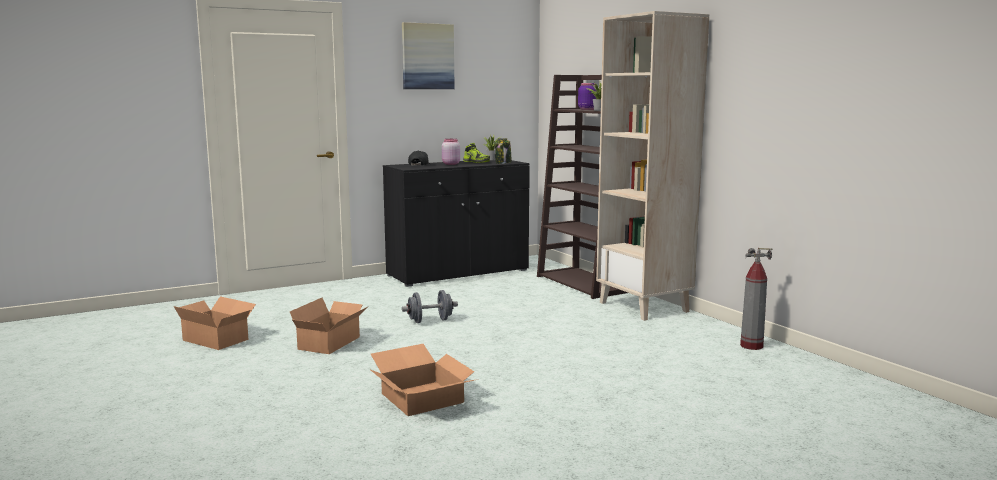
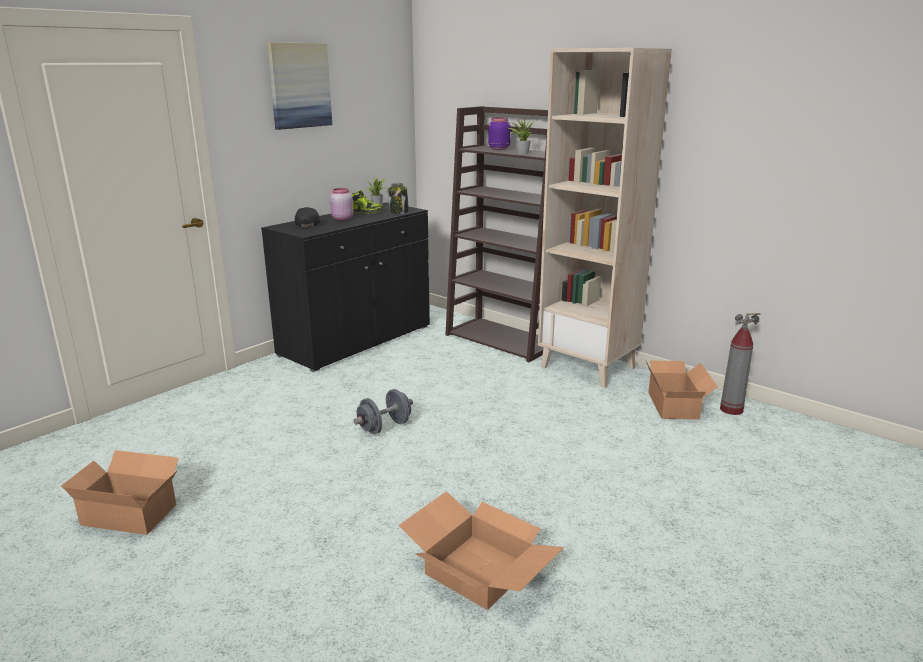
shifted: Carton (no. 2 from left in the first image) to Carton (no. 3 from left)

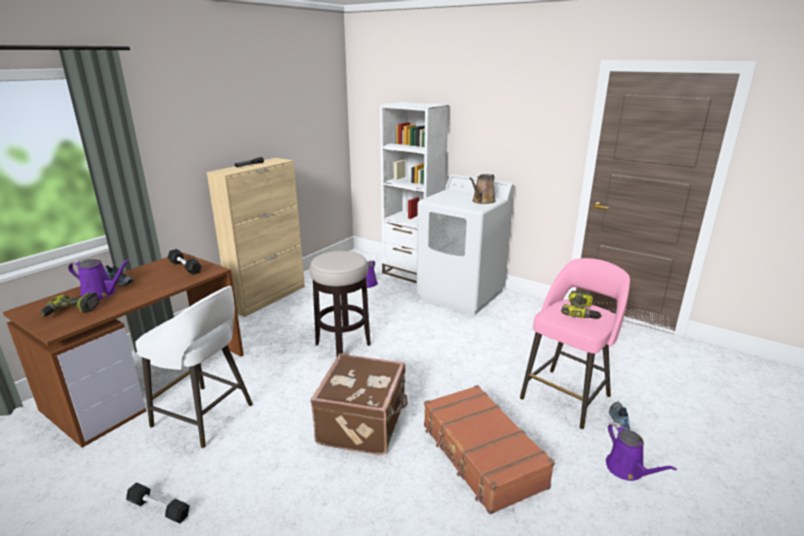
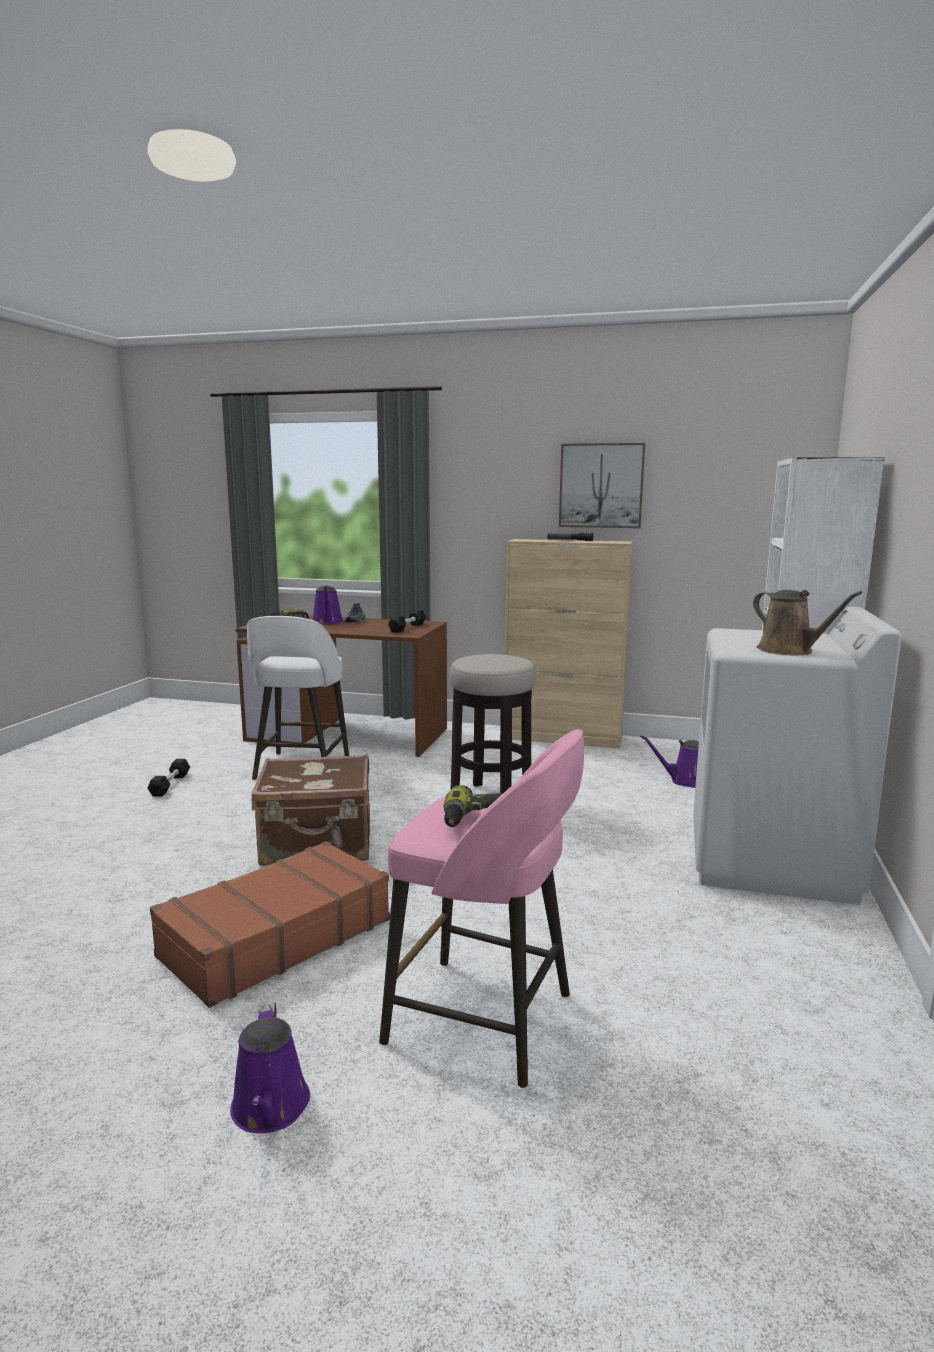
gone: LowShoe (no. 2 from left)
new: WallPicture
rotated: BrownSprinklingCan 135 degrees counterclockwise; PurplishSprinklingCan (no. 3 from left in the first image) 60 degrees counterclockwise

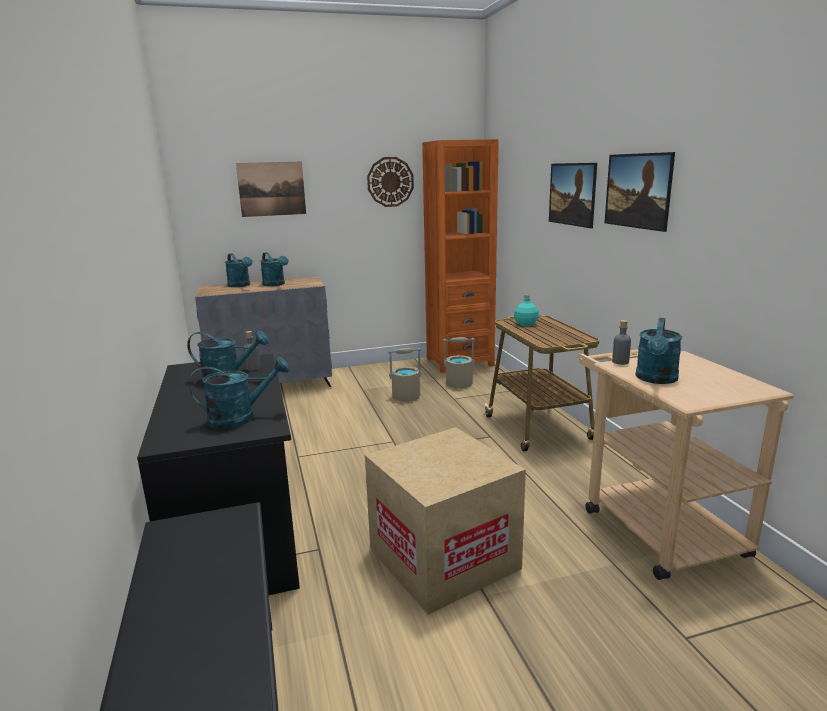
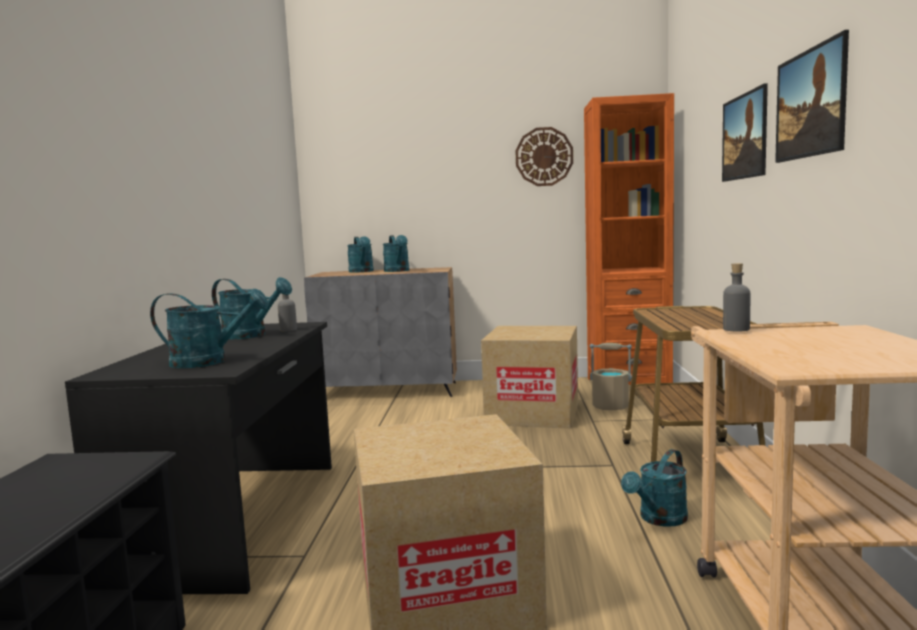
gone: WallPicture (no. 1 from left); TurquoiseColouredDrinkBottle
shifted: TurquoiseColouredSprinklingCan (no. 5 from left)
swapped: BeigeBucket (no. 1 from left) to Carton (no. 2 from left)

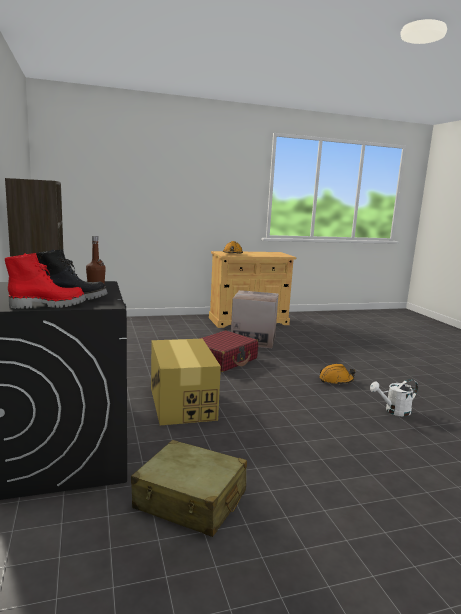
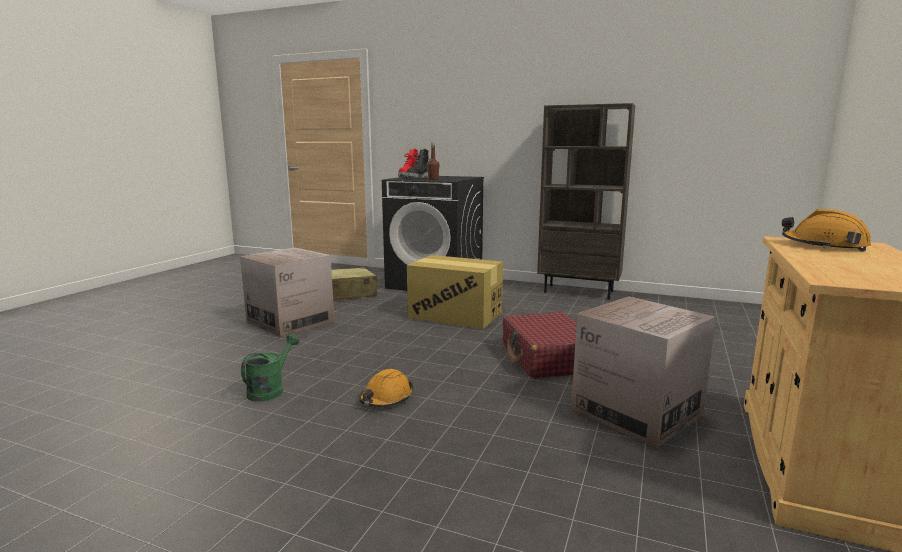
new: Carton (no. 1 from left)
repainted: WhiteColouredSprinklingCan to GreenColouredSprinklingCan

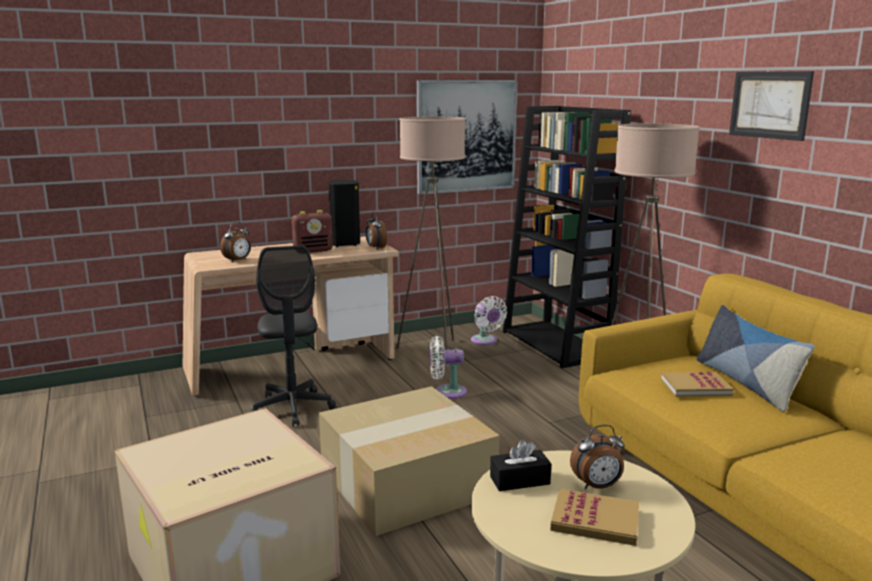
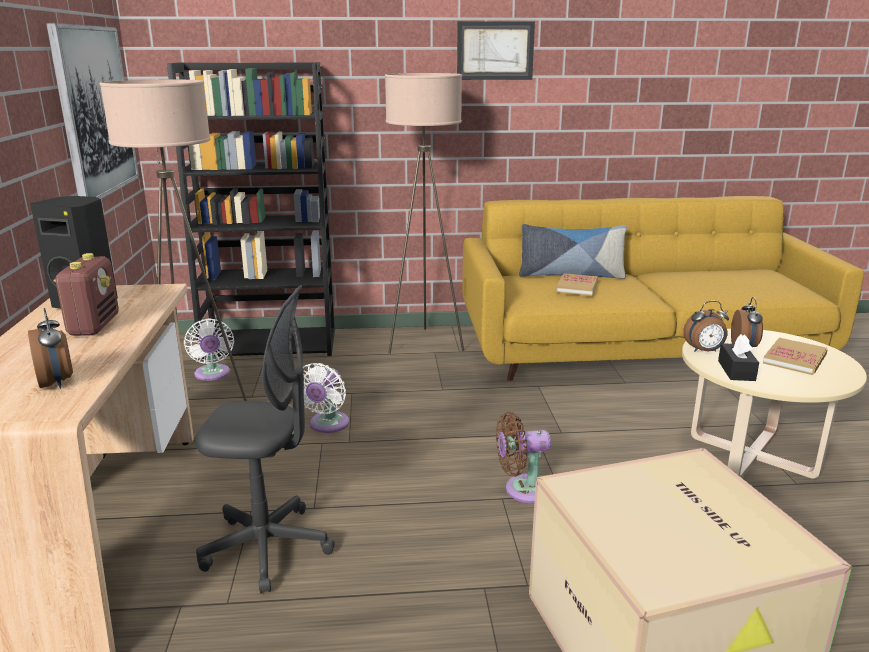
shifted: AlarmClock (no. 2 from left)
swapped: Carton (no. 2 from left) to BrownElectricFan
rotated: WhiteColouredElectricFan (no. 2 from left in the first image) 75 degrees clockwise

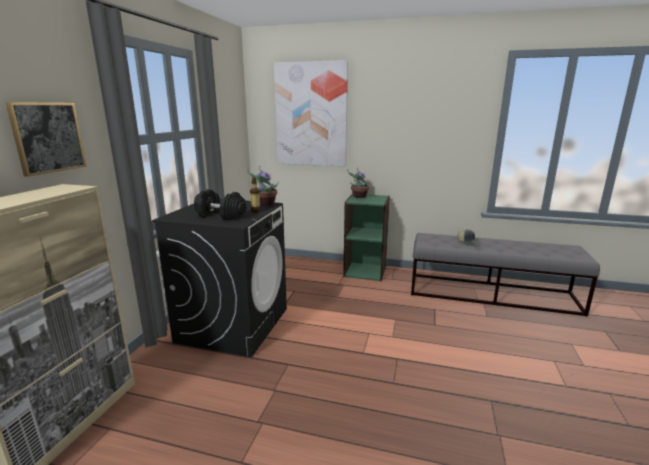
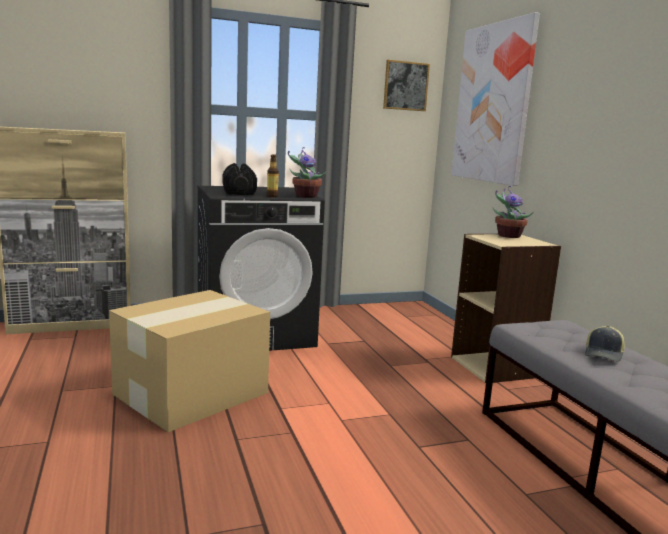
new: Carton
shifted: WallPicture (no. 1 from left)
repainted: GreenColouredShelvingUnit to BeigeShelvingUnit

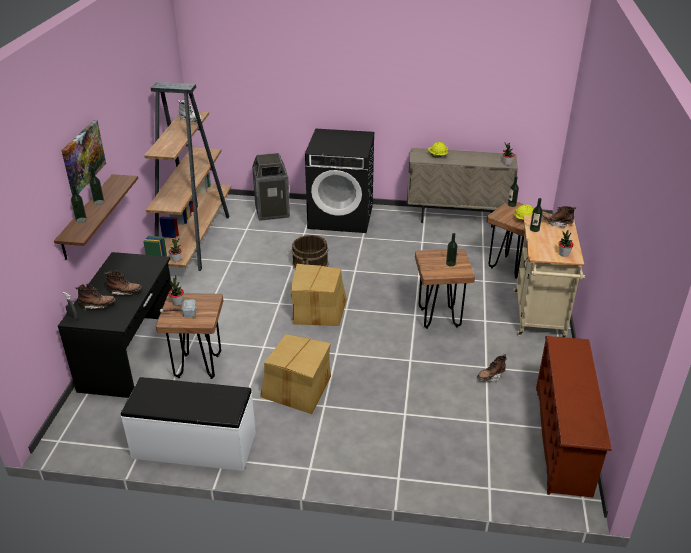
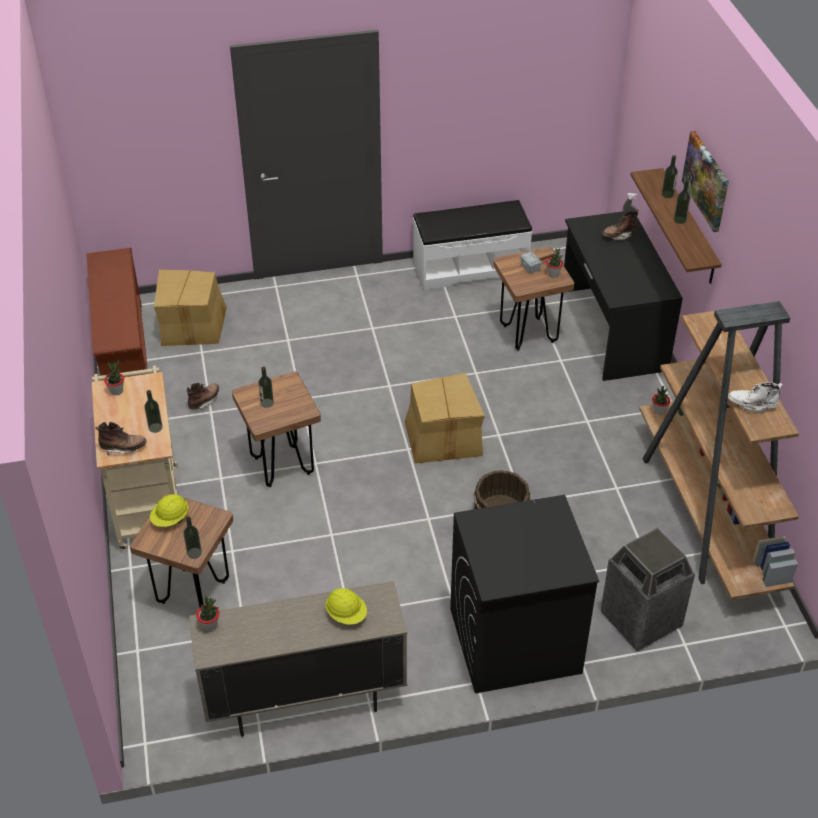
gone: BrownTallBoot (no. 2 from left)
shifted: Carton (no. 1 from left)

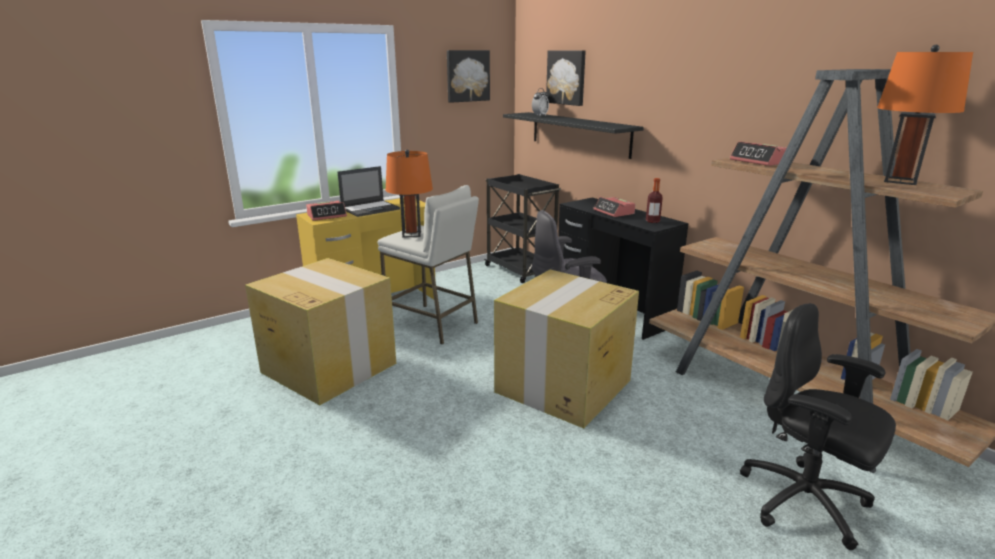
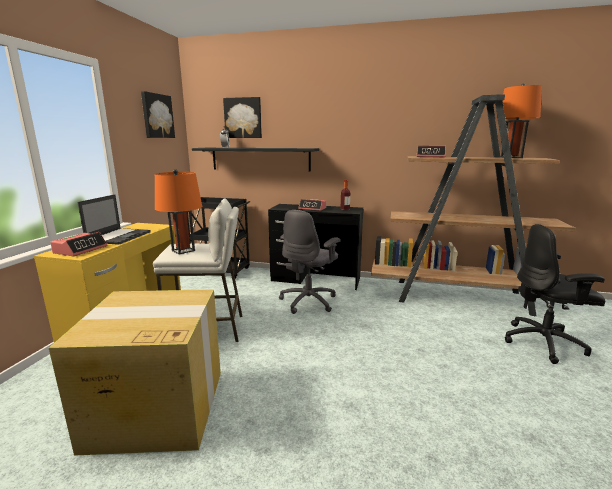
gone: Carton (no. 2 from left)

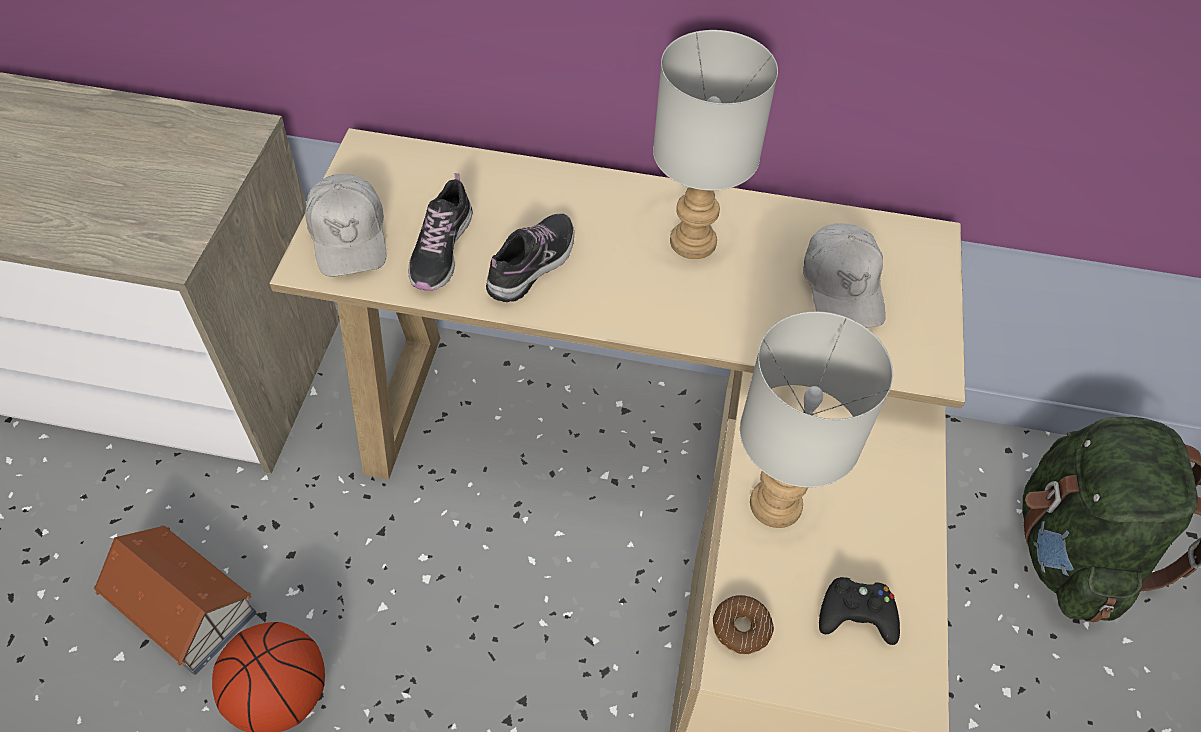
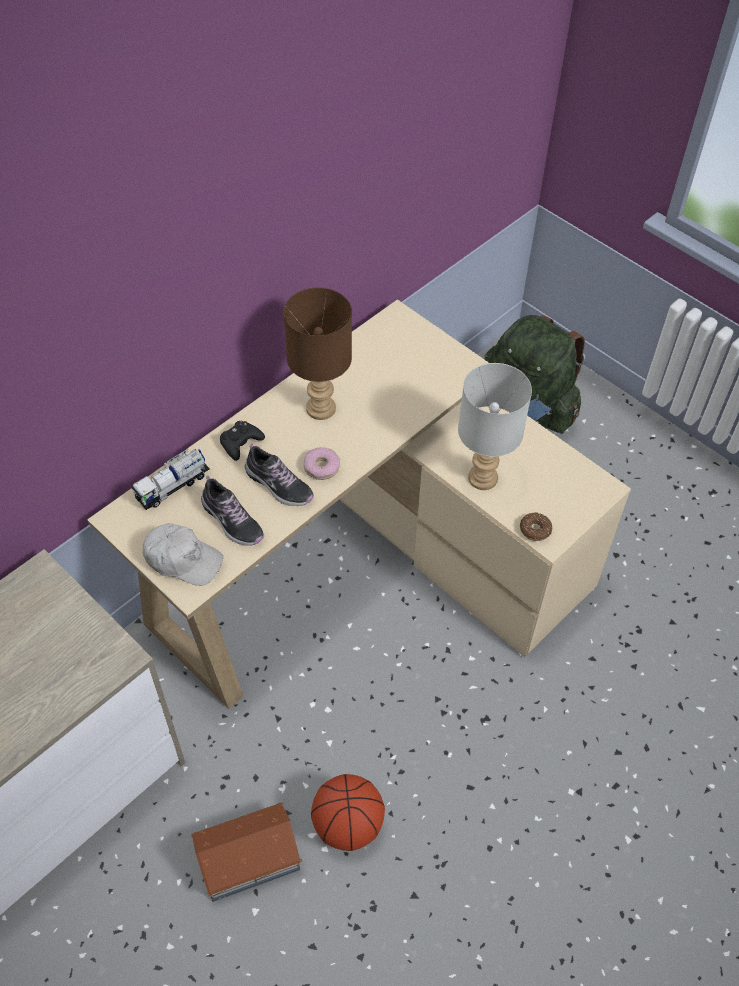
gone: WhiteColouredCap (no. 2 from left)
new: RingDoughnut (no. 1 from left); ModelTruck
shifted: BlackColouredGamepad
repainted: GrayTableLamp (no. 1 from left) to BrownTableLamp
rotated: LowShoe (no. 2 from left) 150 degrees clockwise

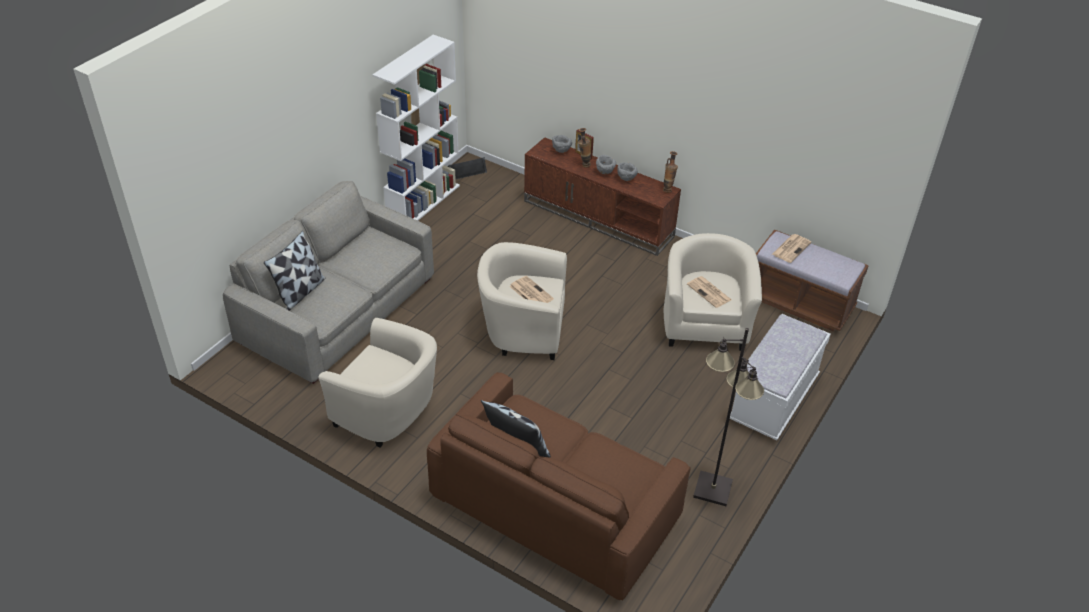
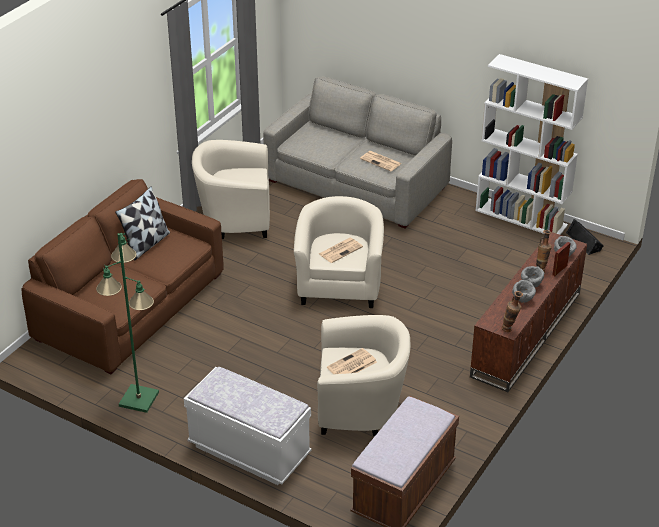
gone: ThrowPillow (no. 1 from left)
shifted: Newspaper (no. 3 from left)
repainted: BlackColouredFloorLamp to GreenColouredFloorLamp
rotated: BeigeEasyChair (no. 1 from left) 60 degrees clockwise

